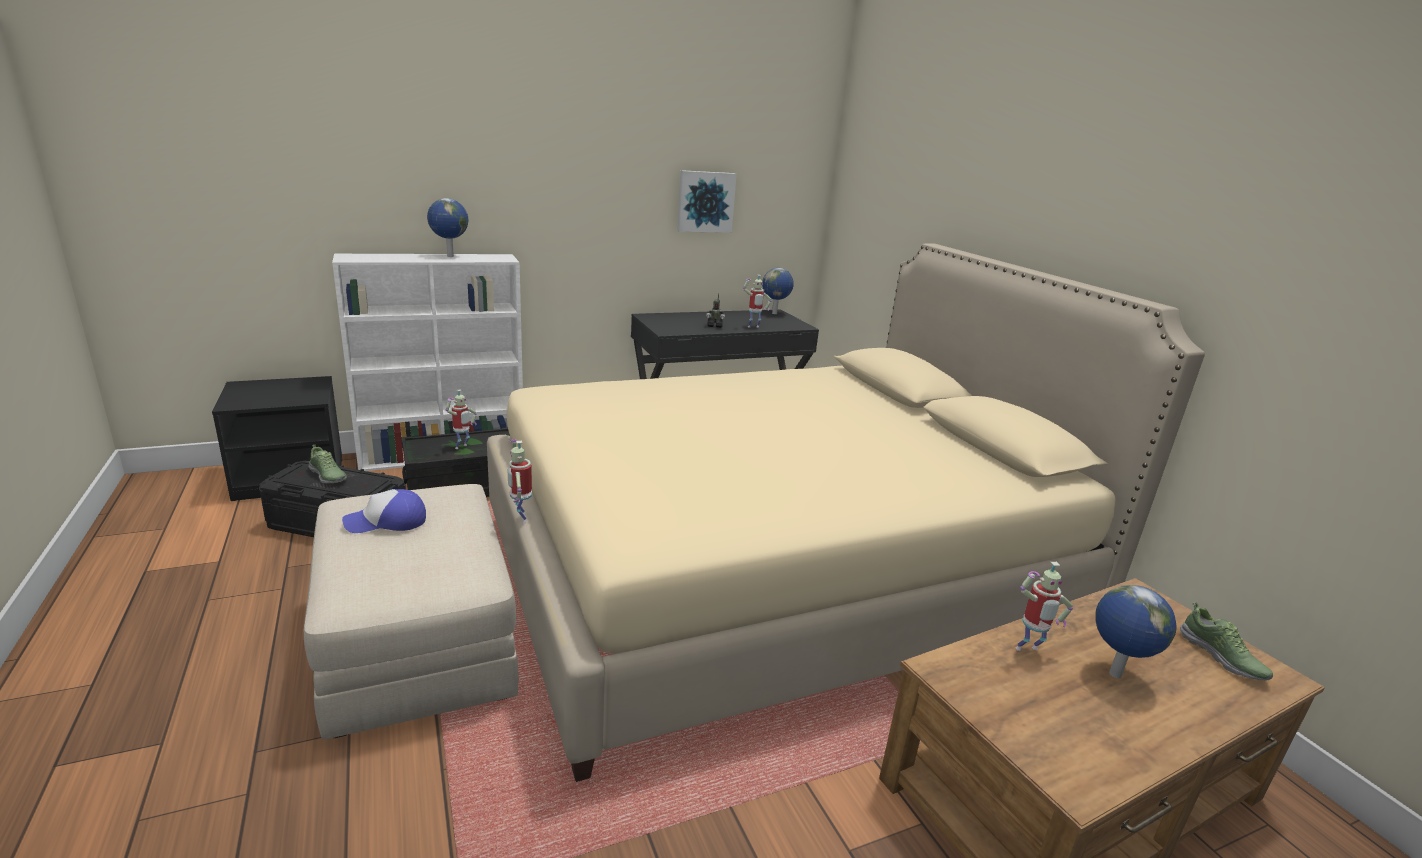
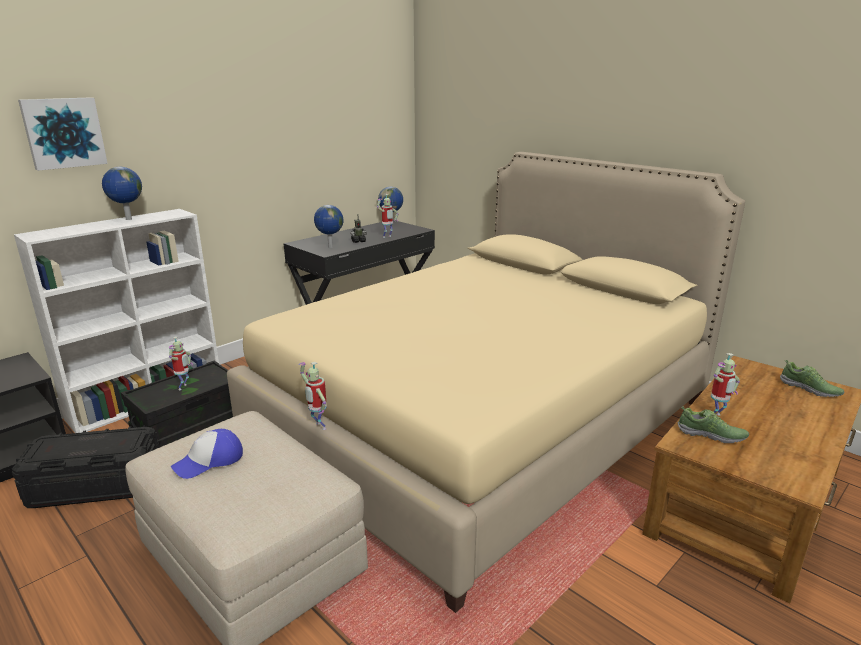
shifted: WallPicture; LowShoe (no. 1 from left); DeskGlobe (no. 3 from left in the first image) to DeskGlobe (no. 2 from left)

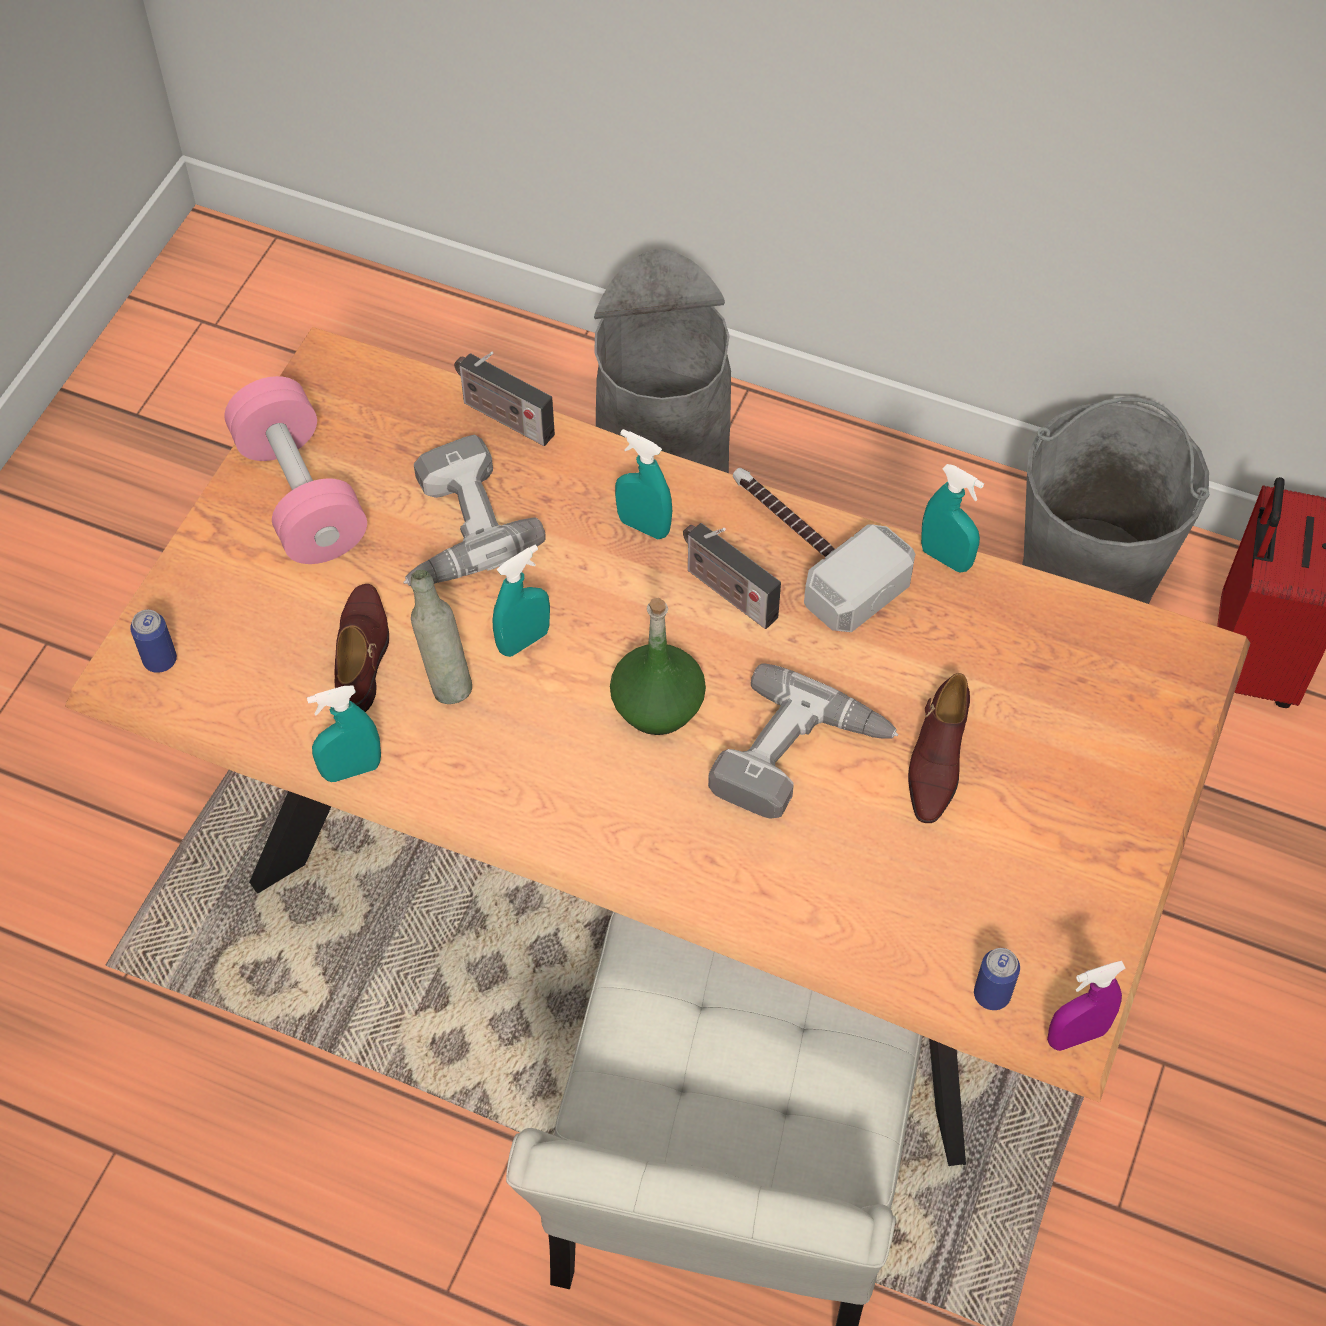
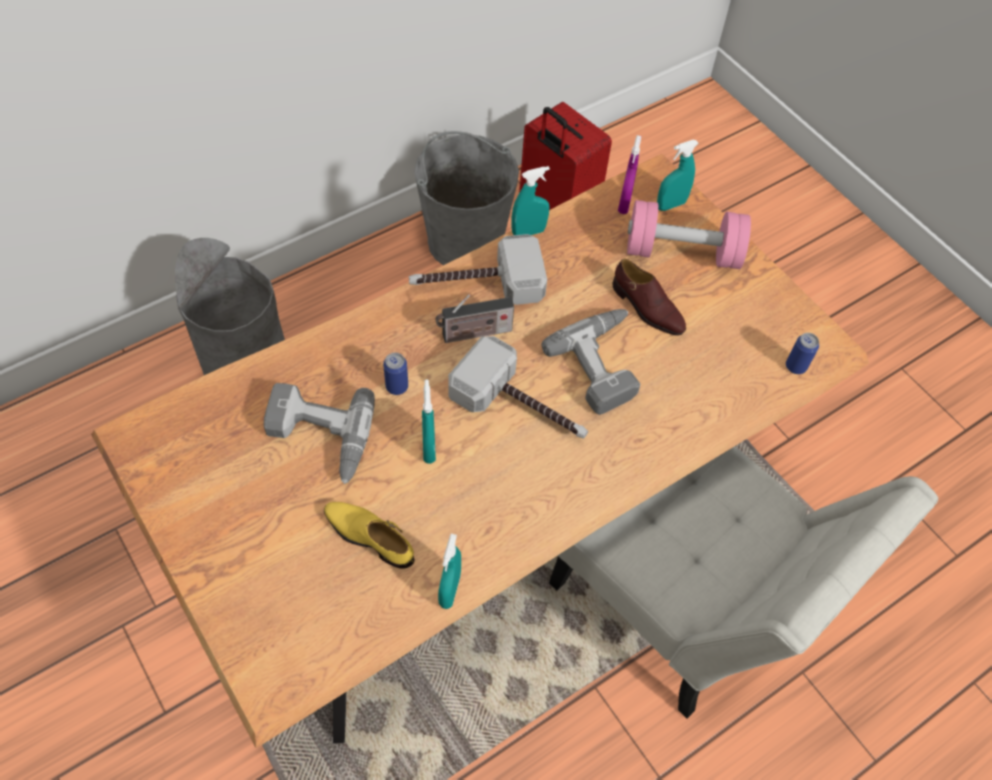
gone: Radio (no. 1 from left); GrayDrinkBottle
shifted: PinkColouredDumbbell; TurquoiseColouredHandSprayer (no. 3 from left in the first image) to TurquoiseColouredHandSprayer (no. 4 from left); MetalCan (no. 1 from left); PurplishHandSprayer
swapped: GreenColouredDrinkBottle to HandHammer (no. 2 from left)
repainted: BrownLowShoe (no. 1 from left) to YellowLowShoe

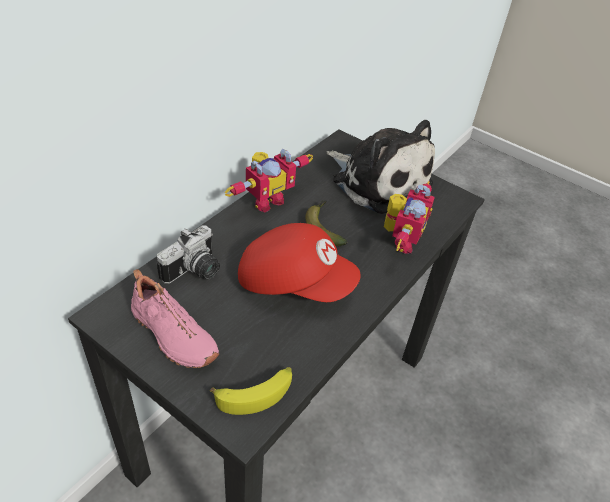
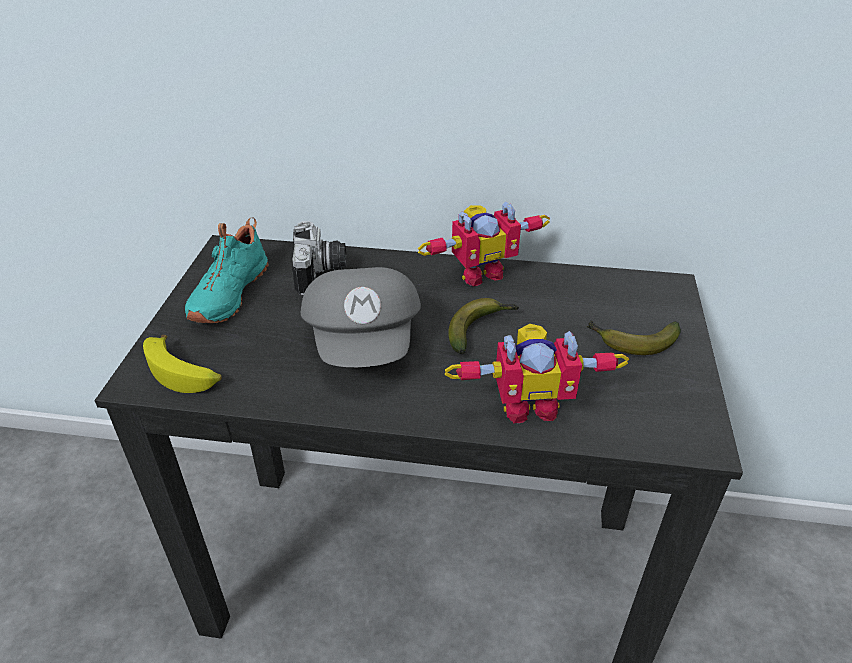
swapped: SoftToy to BananaFruit (no. 3 from left)
repainted: ReddishCap to GrayCap; PinkColouredLowShoe to TurquoiseColouredLowShoe
rotated: RobotFigure (no. 1 from left) 45 degrees counterclockwise; PhotoCamera 105 degrees counterclockwise

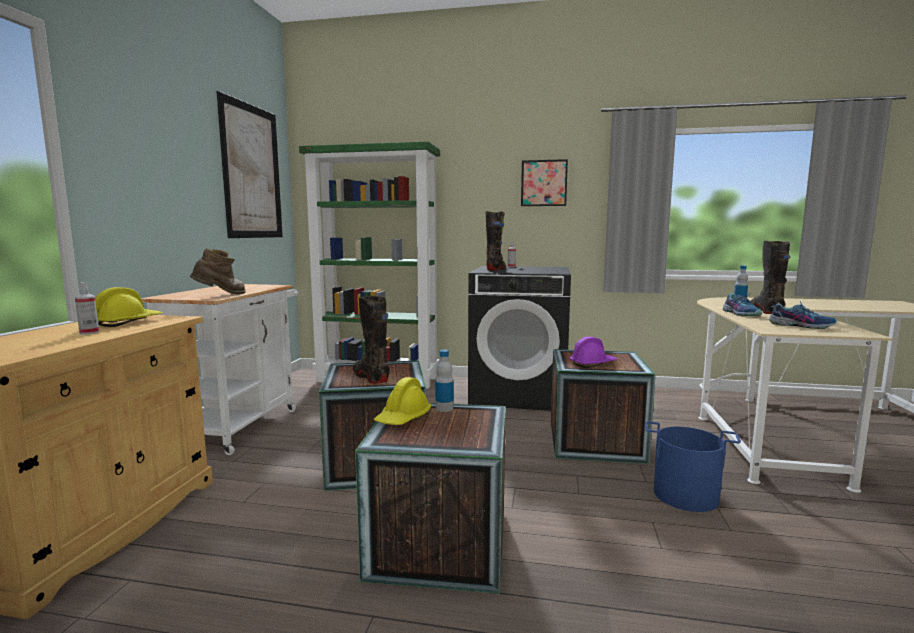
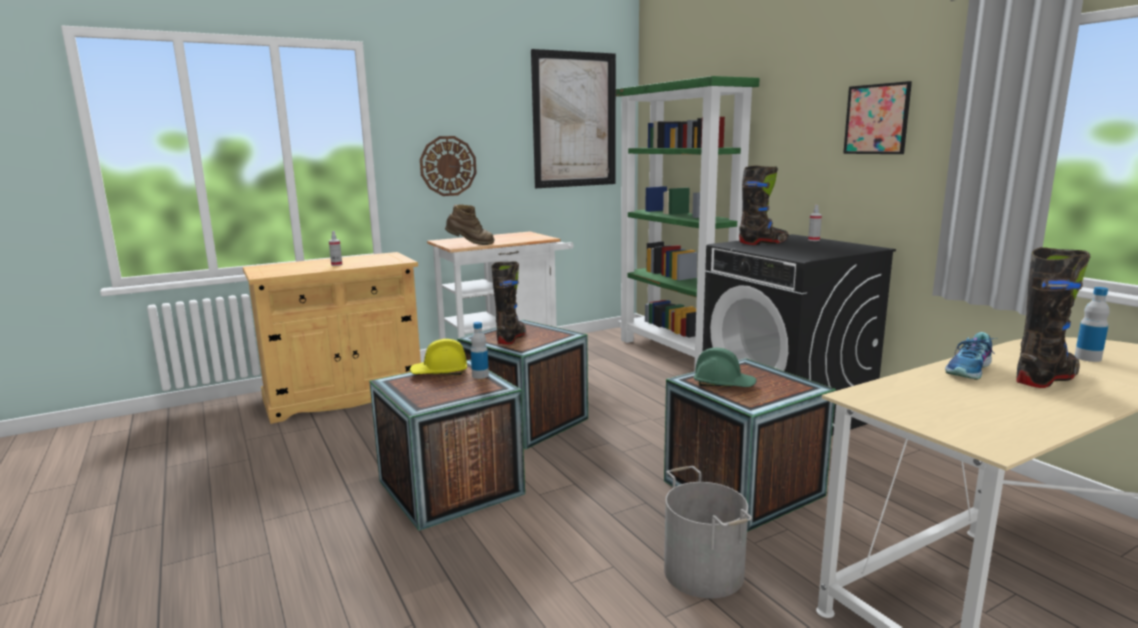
gone: YellowWorkHelmet (no. 1 from left); LowShoe (no. 2 from left)
new: ClockOnTheWall
repainted: PurplishWorkHelmet to GreenColouredWorkHelmet; BlueColouredBucket to GrayBucket

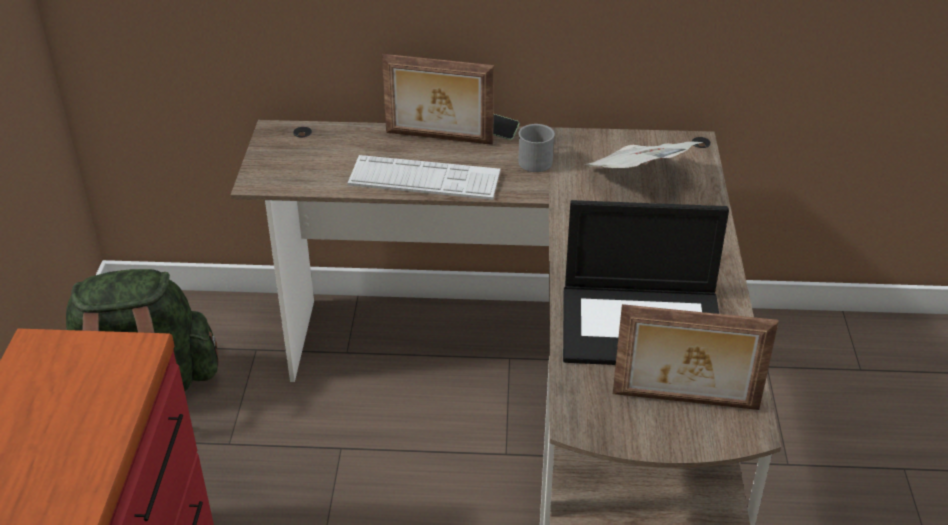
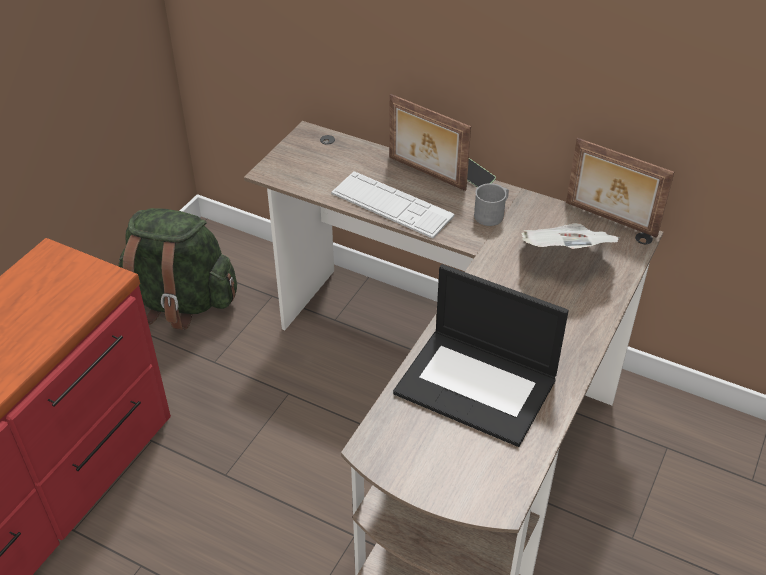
shifted: StandingFrame (no. 2 from left)

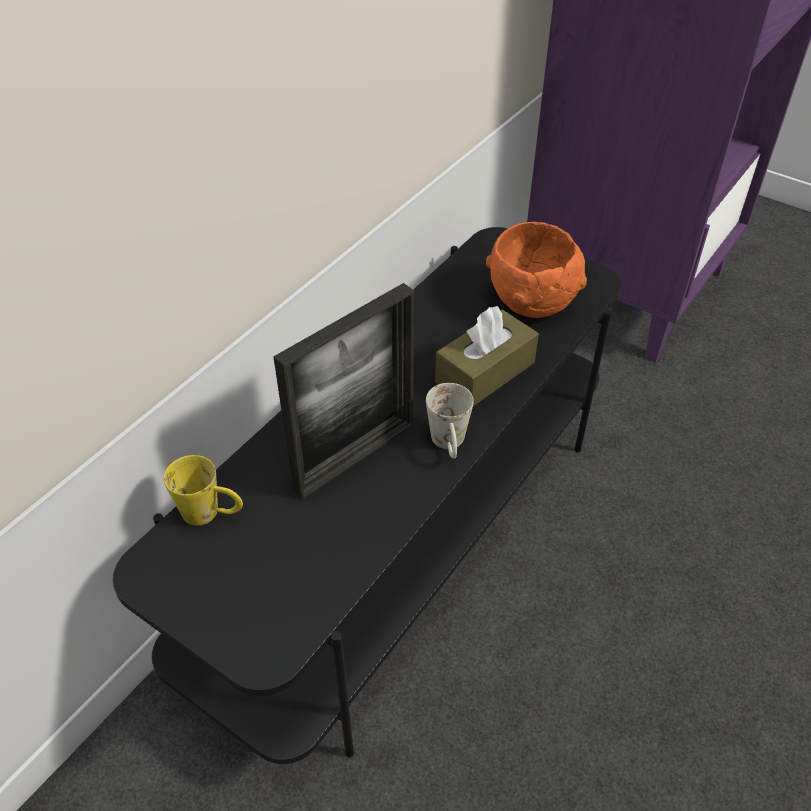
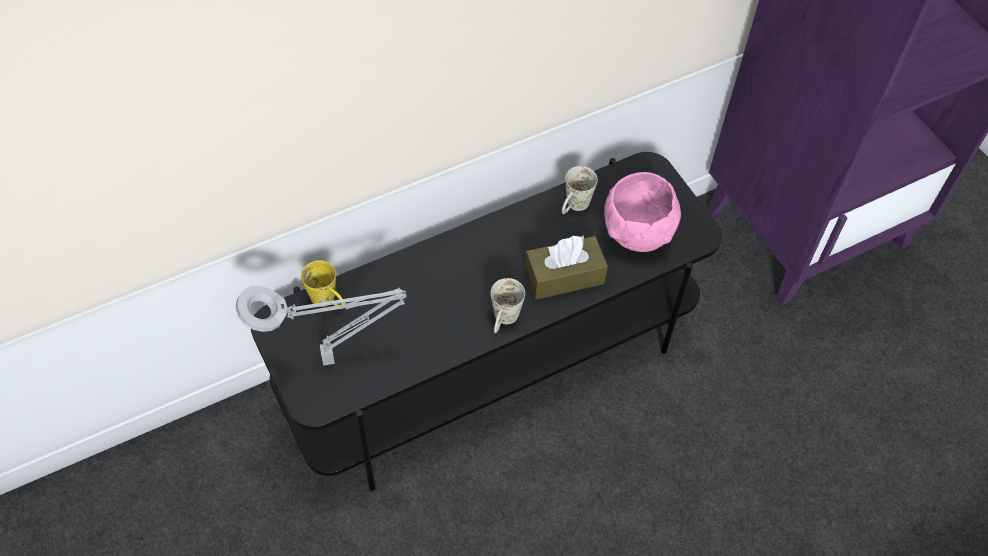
gone: StandingFrame
new: WhiteColouredMug (no. 2 from left); GrayTableLamp
repainted: OrangeyServingBowl to PinkColouredServingBowl

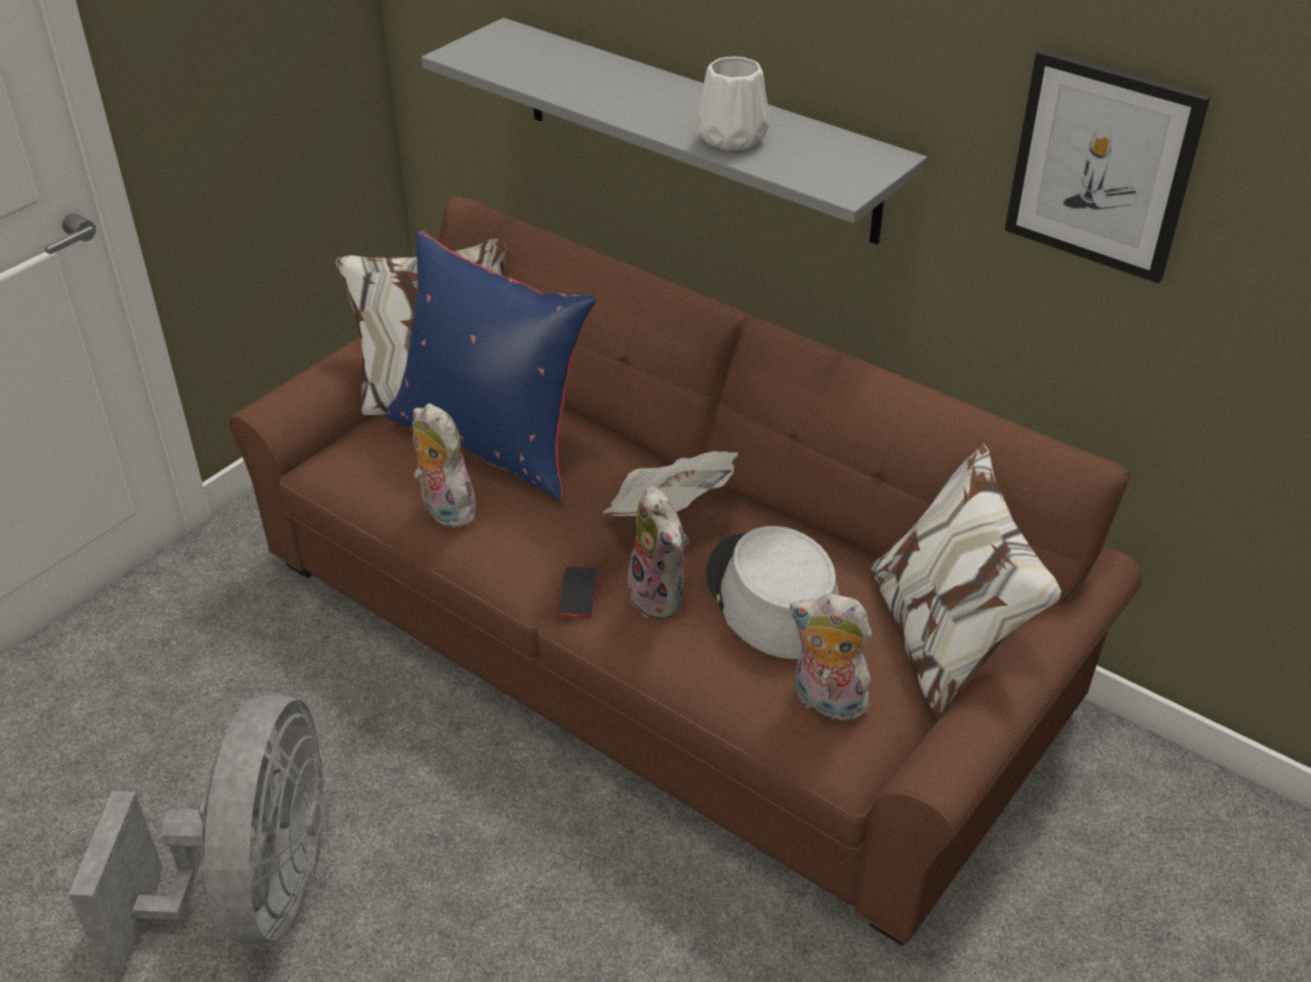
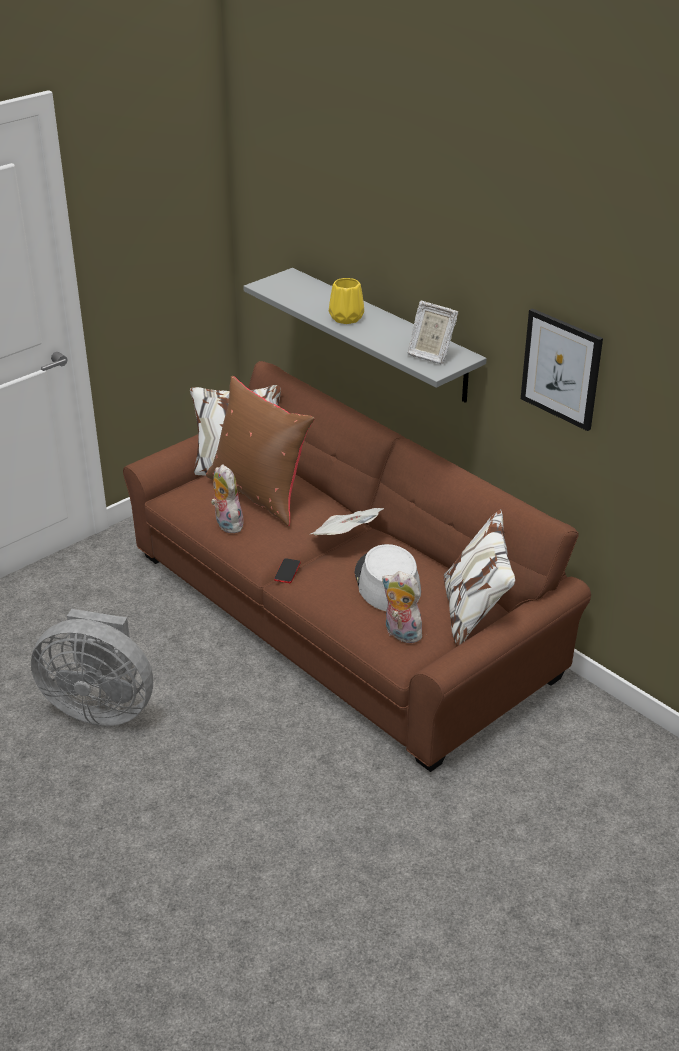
gone: WhiteColouredFlowerVase; SoftToy (no. 2 from left)
new: YellowFlowerVase; StandingFrame
repainted: BlueColouredThrowPillow to BrownThrowPillow
rotated: GrayElectricFan 90 degrees clockwise

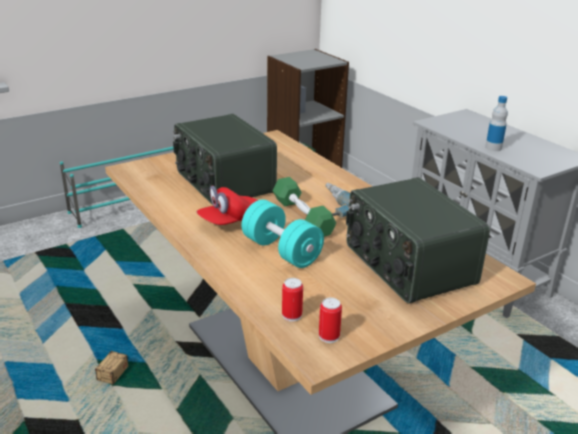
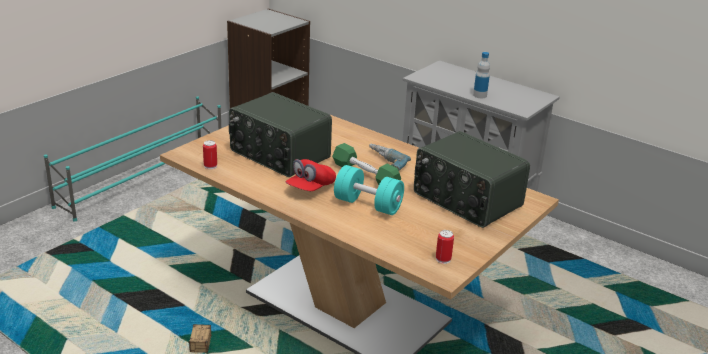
shifted: MetalCan (no. 1 from left)

